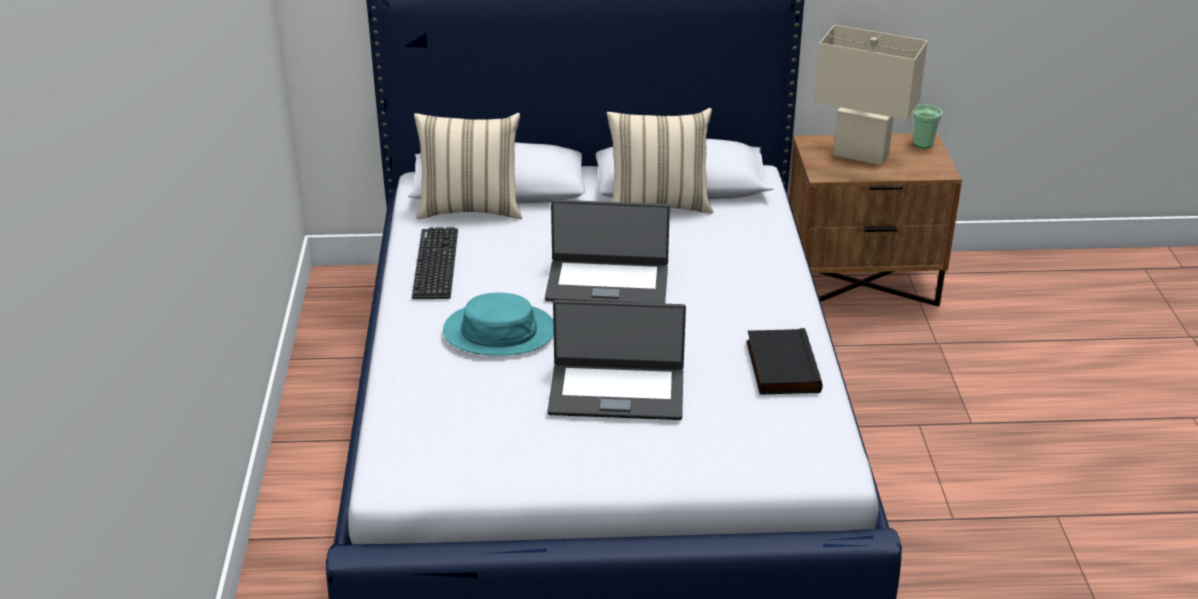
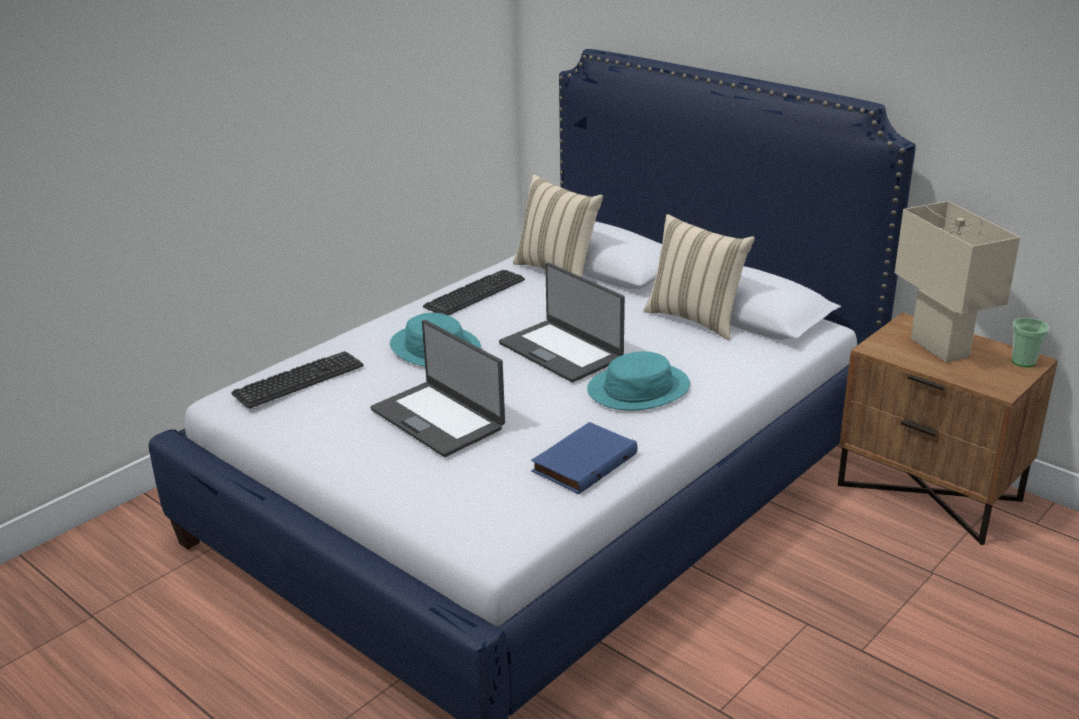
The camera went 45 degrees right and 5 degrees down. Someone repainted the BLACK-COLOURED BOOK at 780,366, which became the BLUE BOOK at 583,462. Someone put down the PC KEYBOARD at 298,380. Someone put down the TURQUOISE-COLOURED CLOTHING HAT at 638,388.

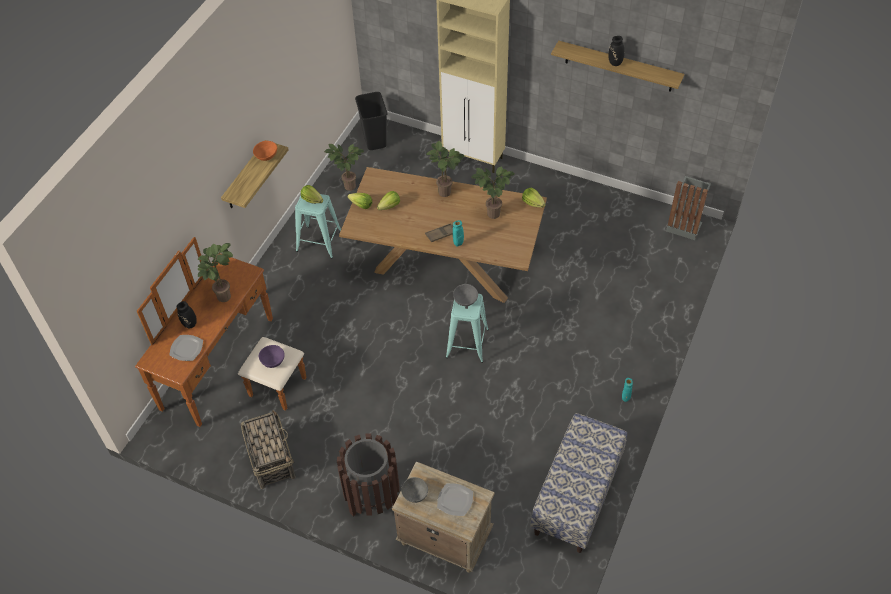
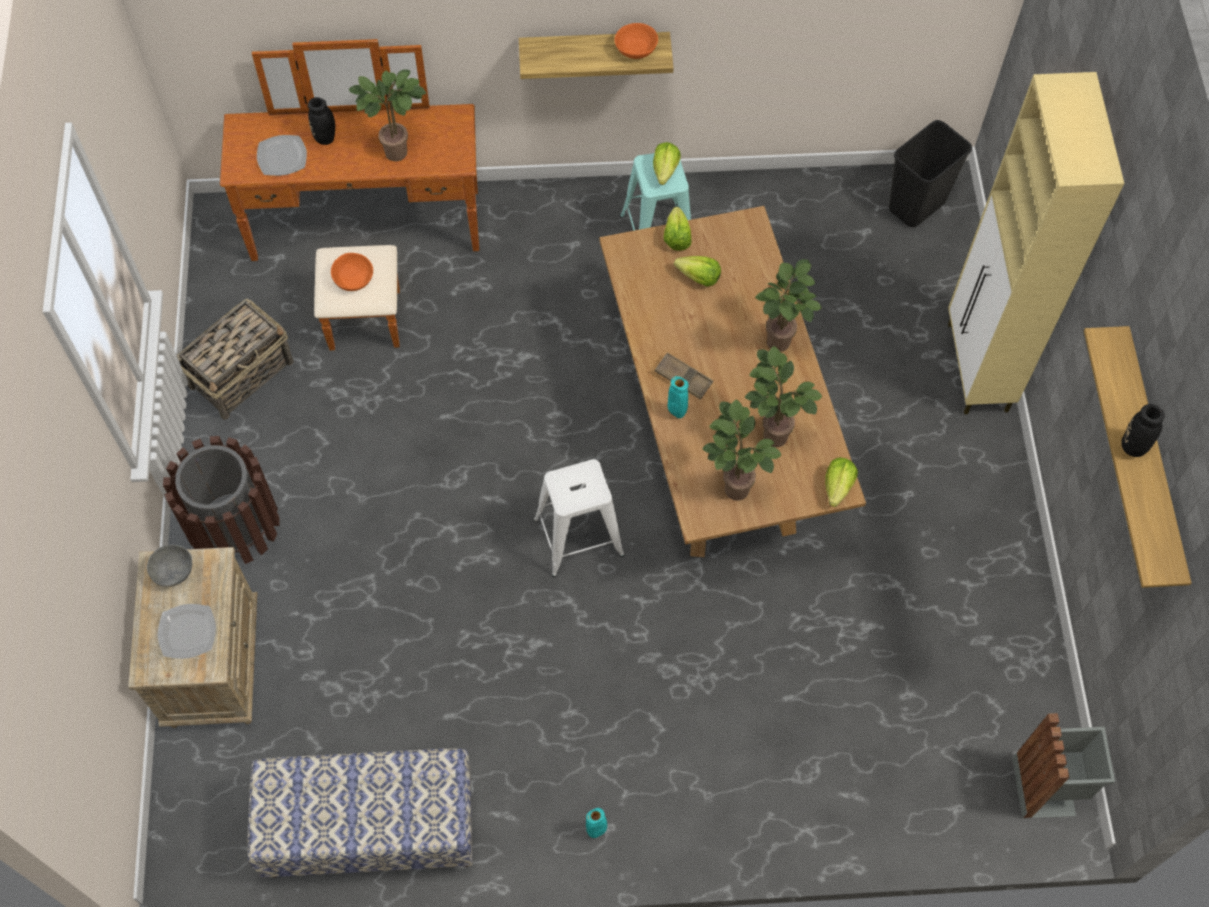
The camera went 60 degrees right and 10 degrees up. Someone repainted the PURPLE DEEP DISH at 272,361, which became the ORANGE DEEP DISH at 353,279. Someone carried the POTTED PLANT from 348,187 to 732,488. Someone repainted the TURQUOISE-COLOURED STOOL at 467,343, which became the WHITISH STOOL at 578,537. Someone took away the GREY DEEP DISH at 465,300.

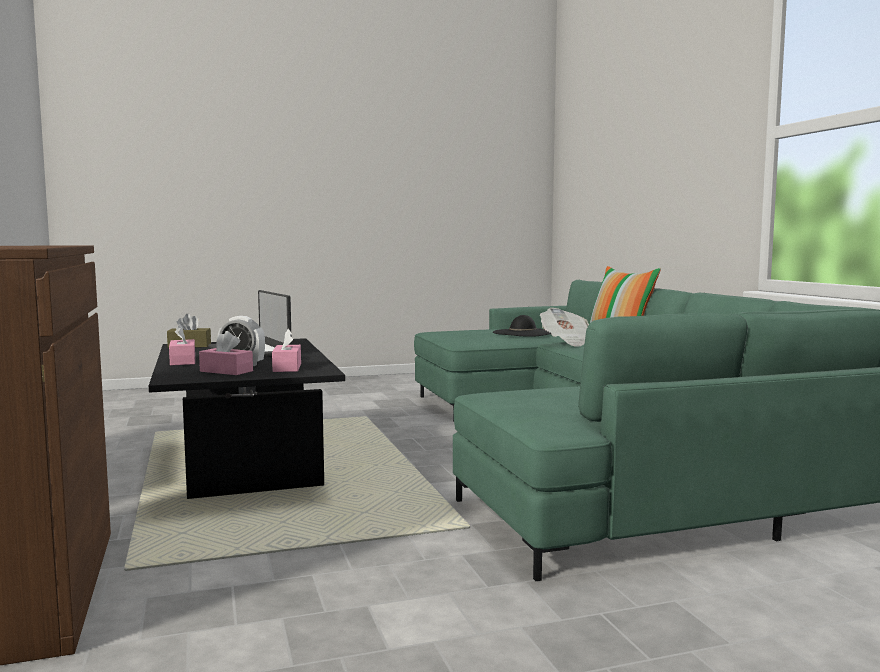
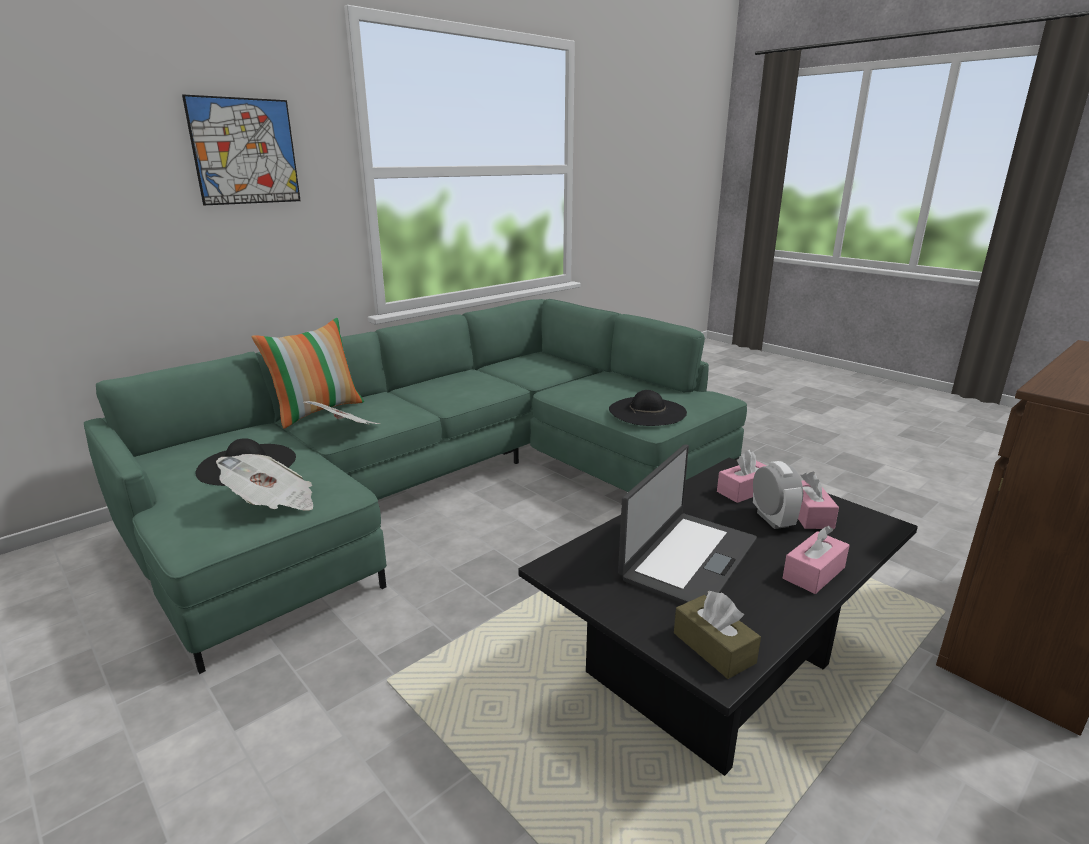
The camera went 115 degrees left and 15 degrees up. Someone put up the PICTURE at 245,151. Someone put down the DAILY PAPER at 273,503. Someone put down the BLACK-COLOURED CLOTHING HAT at 647,411.

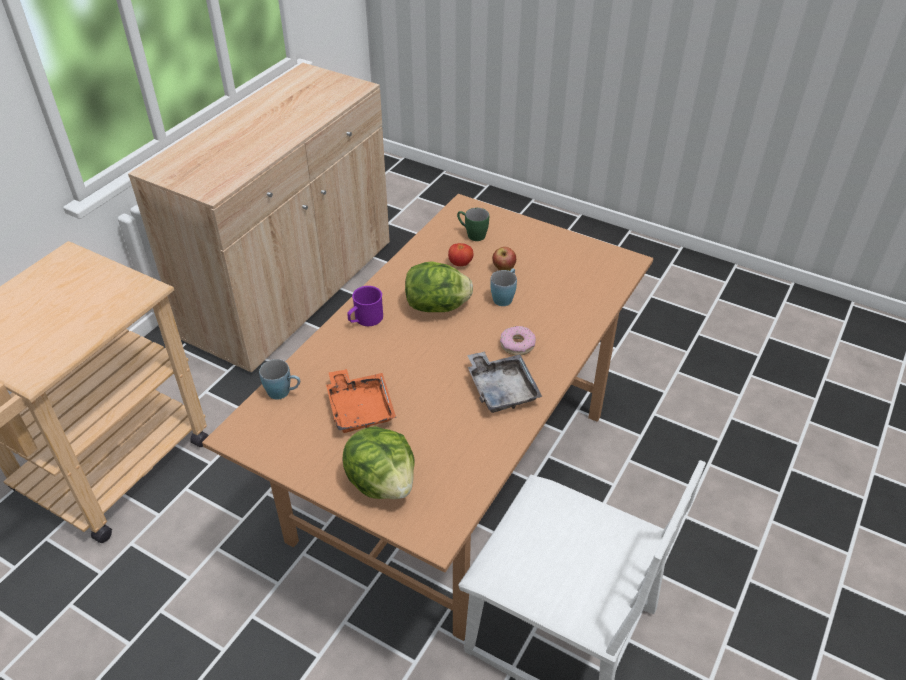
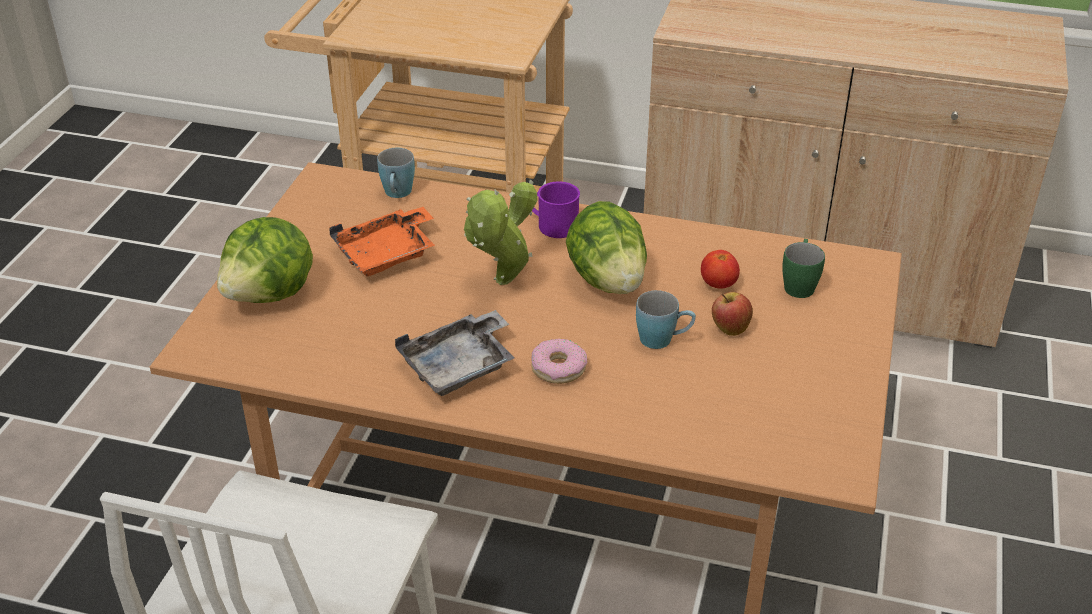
The camera went 75 degrees right and 5 degrees down. Someone put down the POTTED PLANT at 501,284.

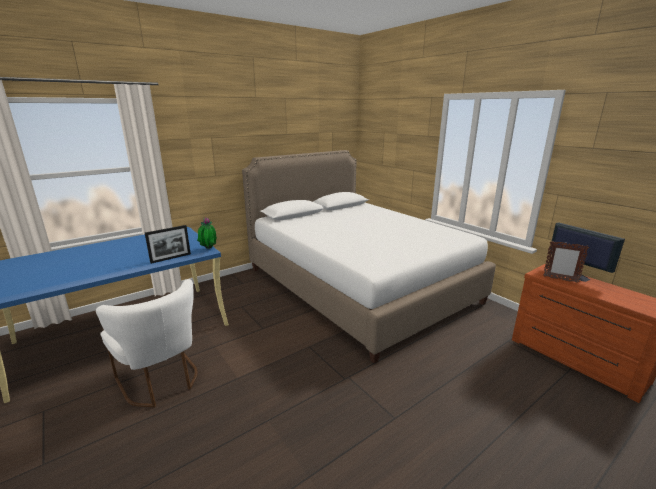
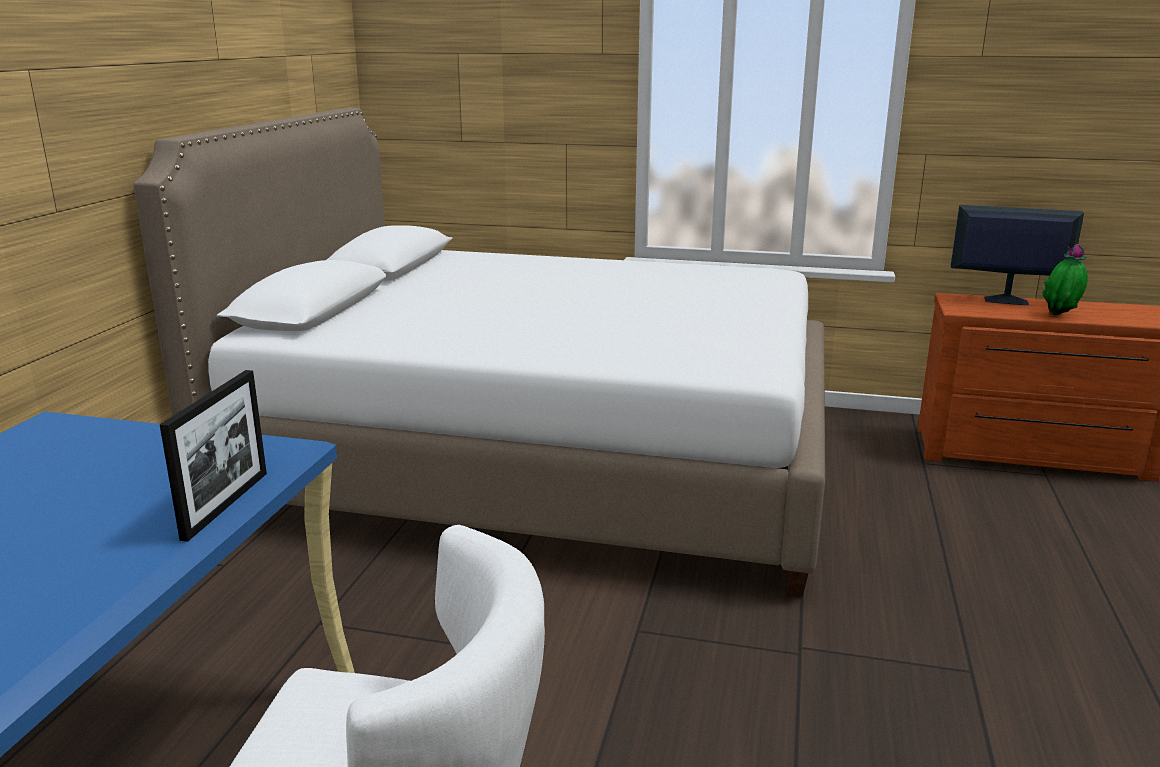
The camera went 40 degrees left and 0 degrees up. Someone carried the POTTED PLANT from 208,249 to 1060,315. Someone took away the PHOTO FRAME at 560,279.

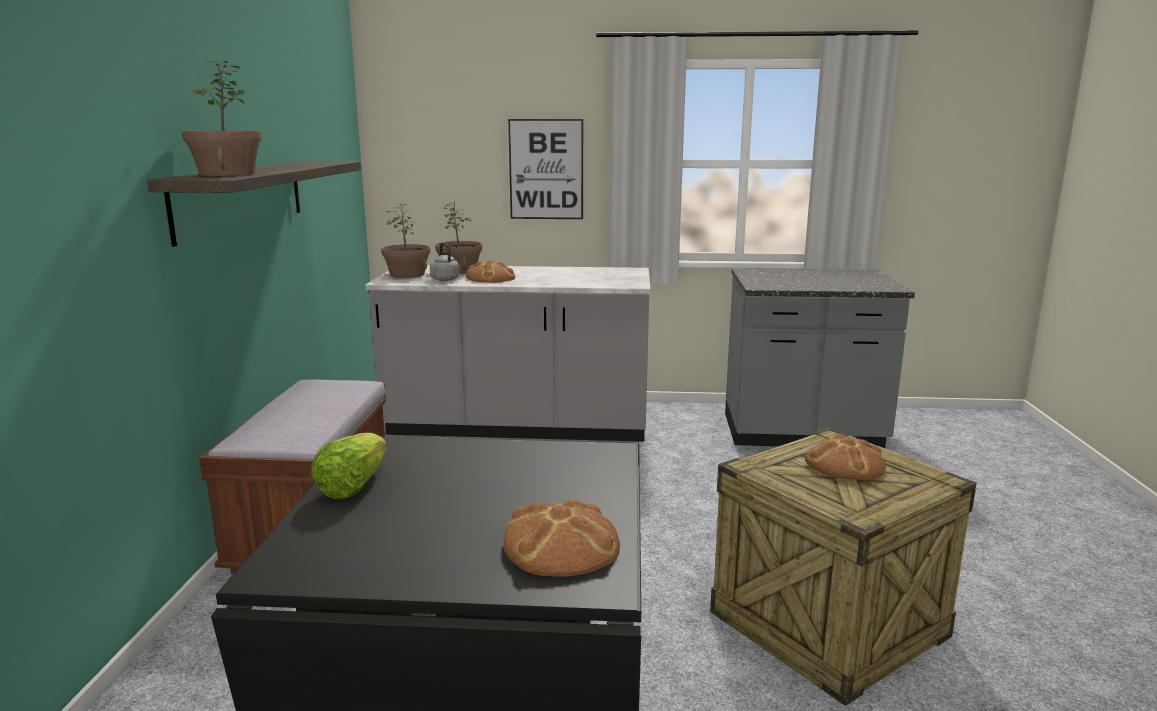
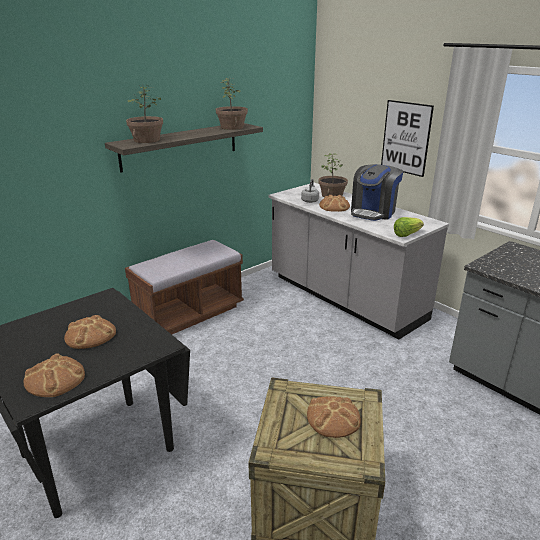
The camera went 45 degrees right and 10 degrees up. Someone carried the LETTUCE HEAD from 352,486 to 406,234. Someone carried the POTTED PLANT from 407,274 to 232,127. Someone put down the BAKED BREAD at 90,335. Someone put down the COFFEE MACHINE at 373,212.

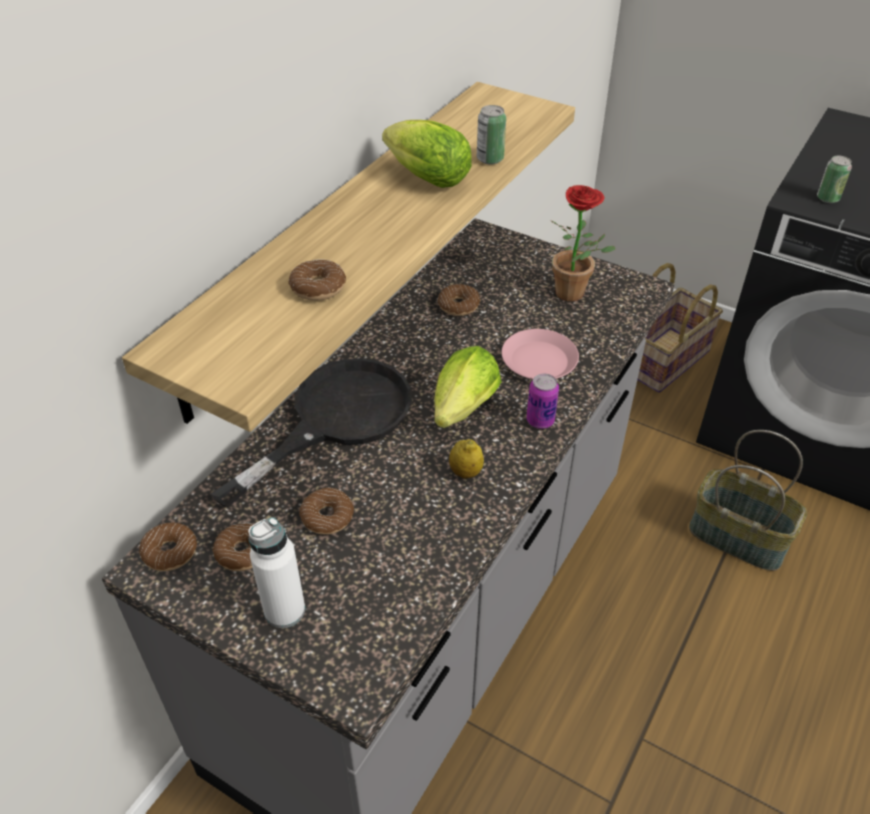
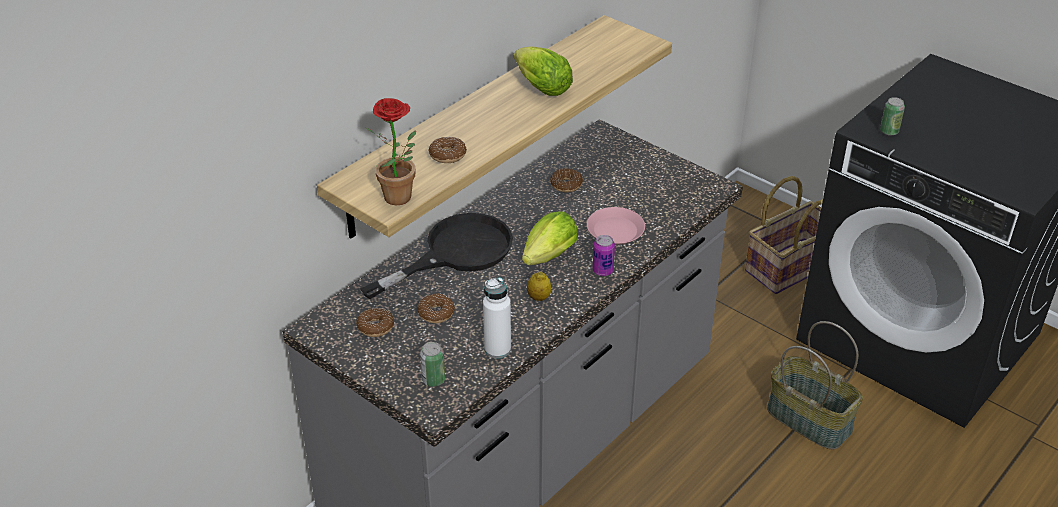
The camera went 10 degrees right and 5 degrees down. Someone took away the RING DOUGHNUT at 170,552. Someone carried the WHITISH BOTTLE from 284,610 to 497,349. Someone carried the METAL CAN from 490,159 to 433,380. Someone carried the POTTED PLANT from 575,295 to 402,200.

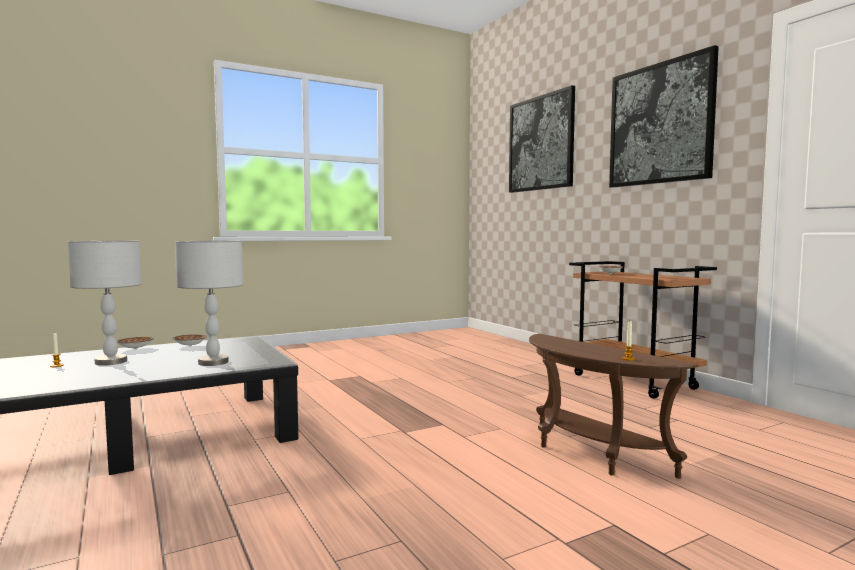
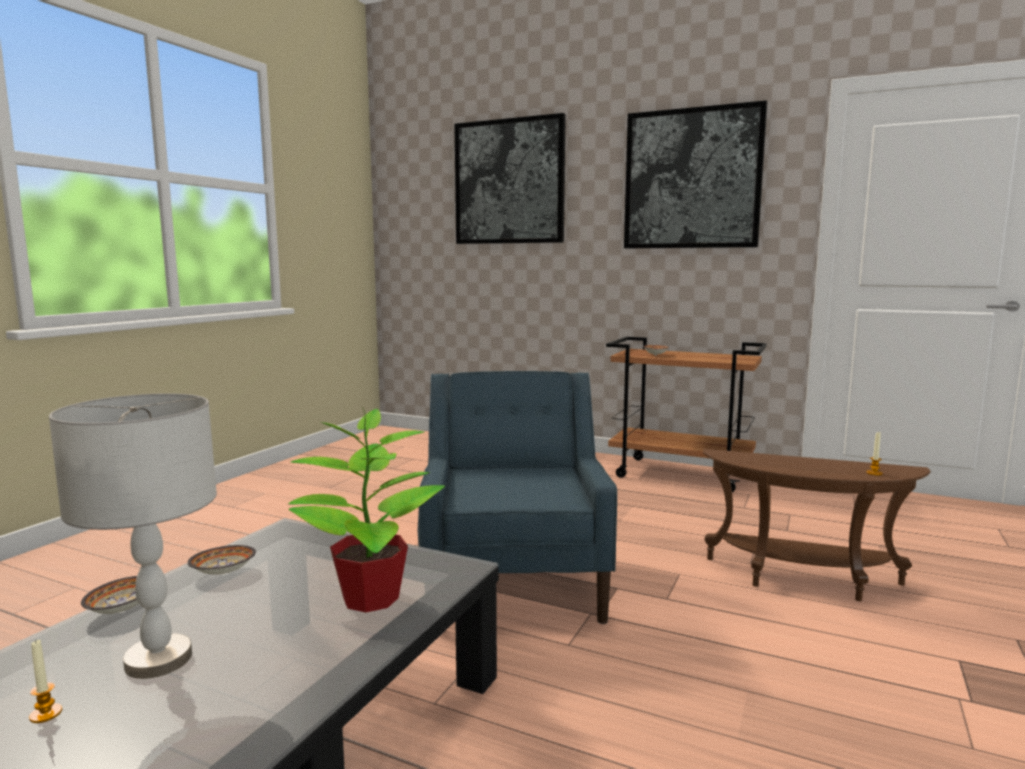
The camera went 35 degrees left and 5 degrees up. Someone swapped the GREY TABLE LAMP at 214,362 for the POTTED PLANT at 369,599. Someone put down the BLUE ARMCHAIR at 514,580.

